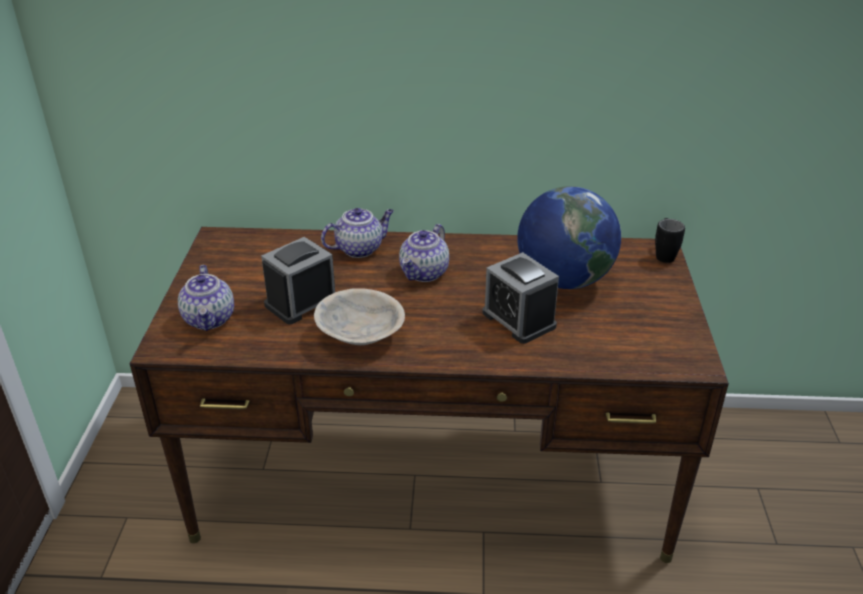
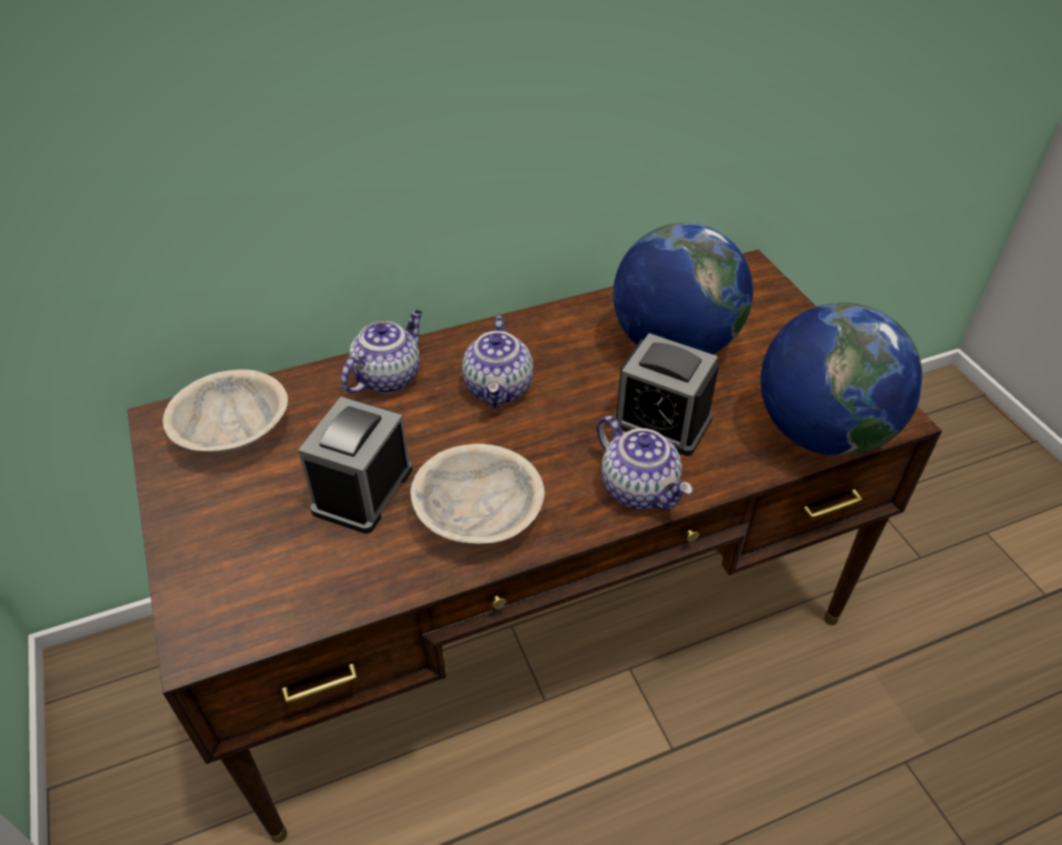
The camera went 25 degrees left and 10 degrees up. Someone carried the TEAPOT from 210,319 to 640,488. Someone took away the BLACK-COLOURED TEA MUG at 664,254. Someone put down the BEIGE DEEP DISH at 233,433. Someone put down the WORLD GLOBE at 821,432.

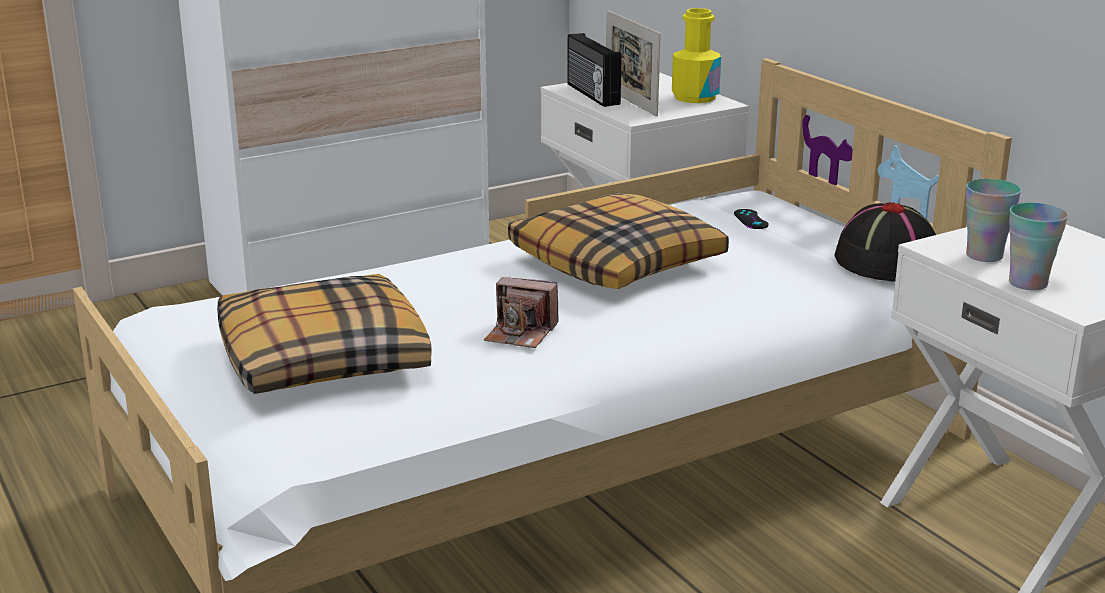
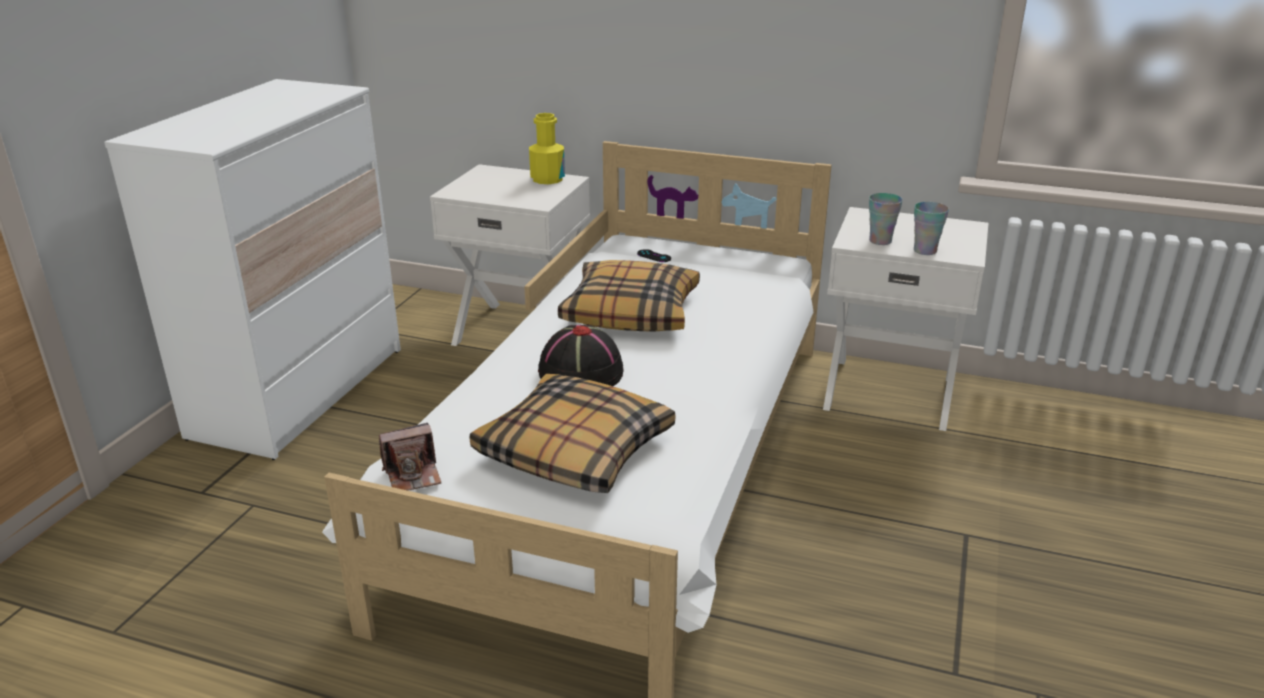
The camera went 40 degrees left and 5 degrees up. Someone carried the PHOTO CAMERA from 521,333 to 413,475. Someone took away the RADIO at 591,94. Someone took away the PHOTO FRAME at 630,102. Someone carried the BLACK-COLOURED CLOTHING HAT from 885,261 to 580,372.

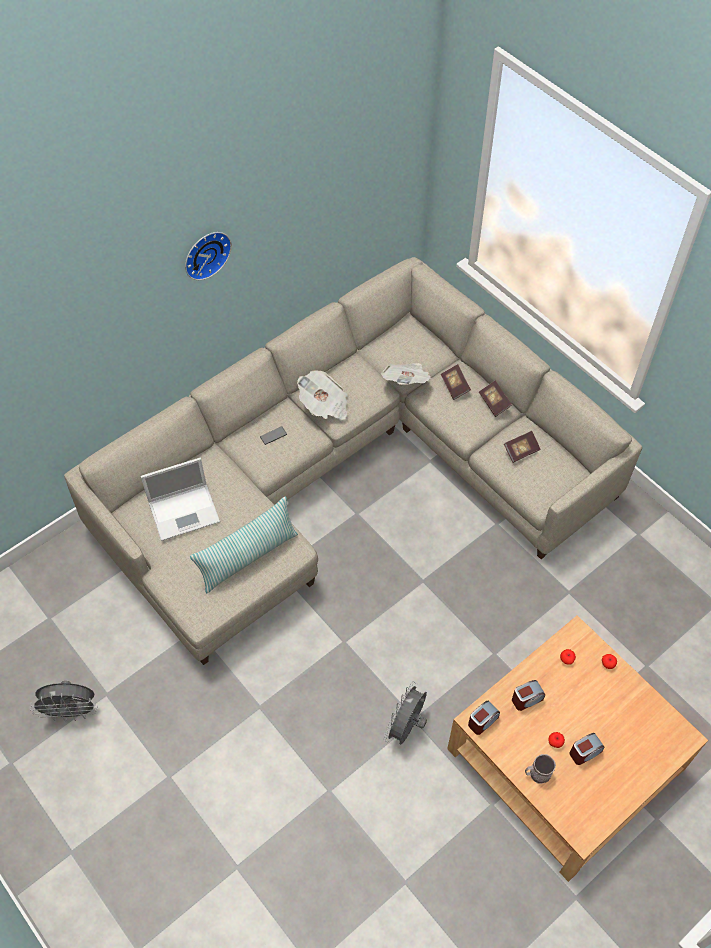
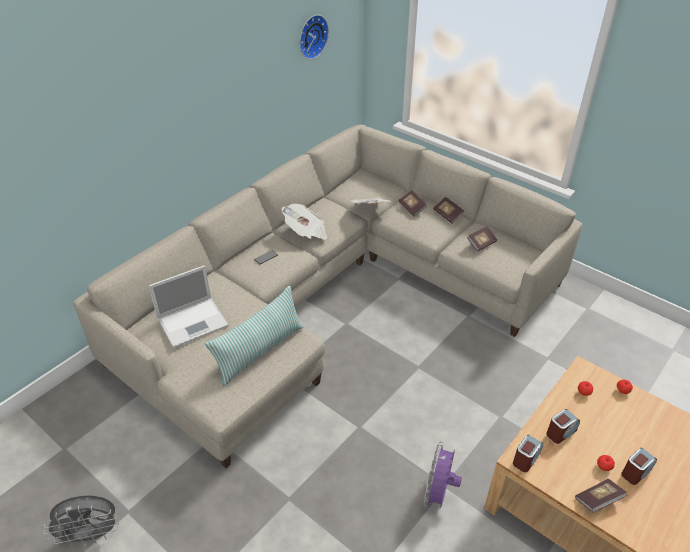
The camera went 10 degrees left and 15 degrees down. Someone carried the CLOCK ON THE WALL from 205,253 to 311,36. Someone repainted the GREY ELECTRIC FAN at 406,727, which became the PURPLE ELECTRIC FAN at 438,494. Someone swapped the GREY TEA MUG at 537,774 for the BOOK at 598,500.

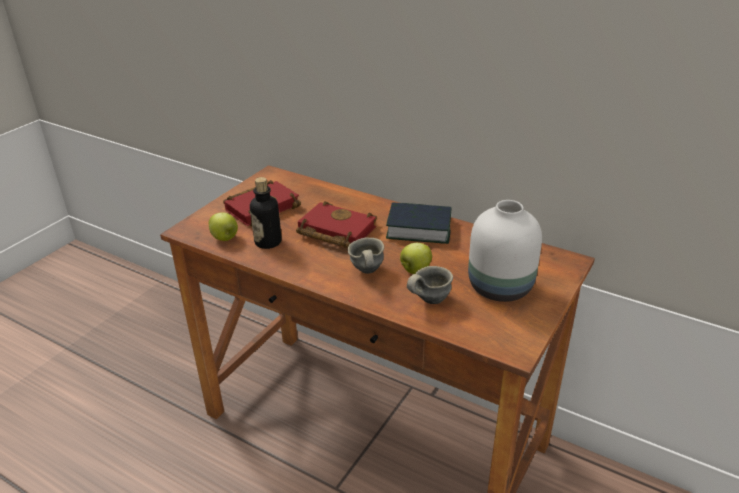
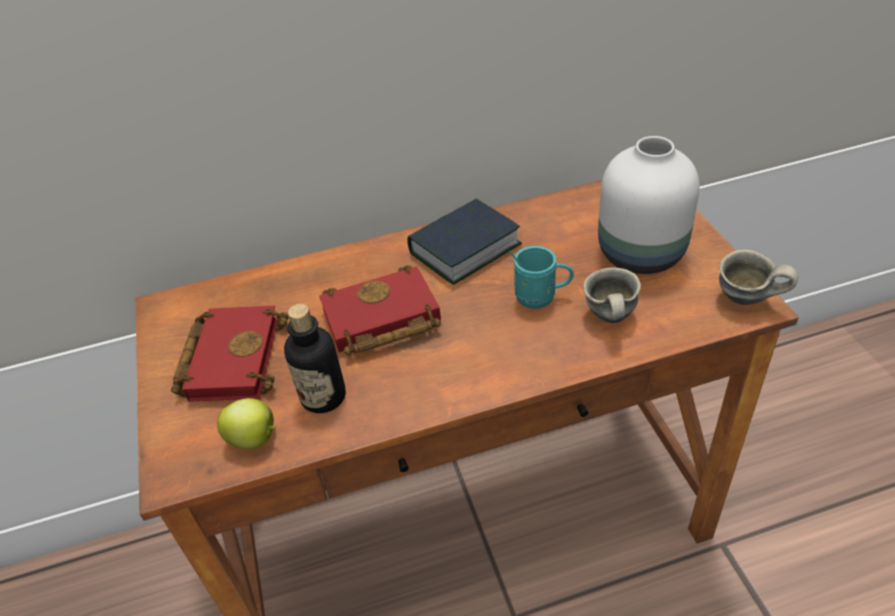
The camera went 45 degrees left and 10 degrees up. Someone carried the GREY TEA MUG from 365,272 to 745,302. Someone swapped the APPLE at 415,270 for the TURQUOISE-COLOURED TEA MUG at 541,298.

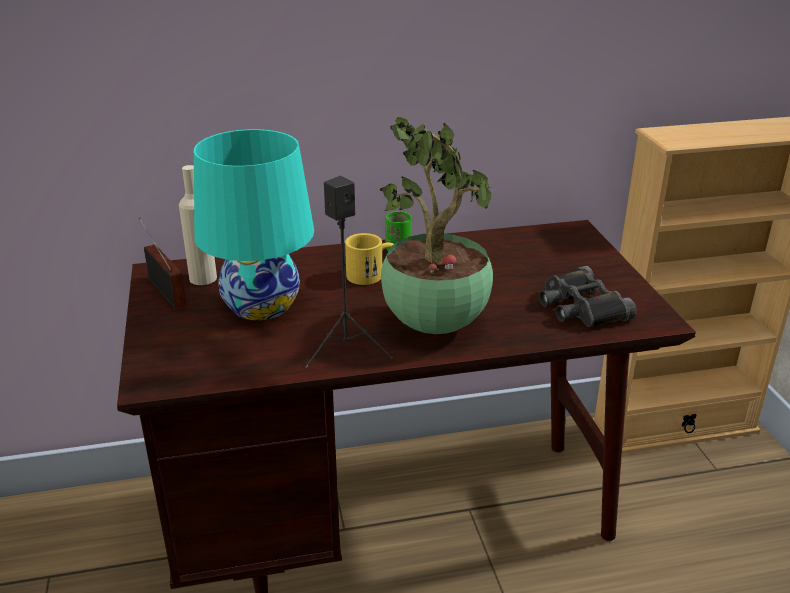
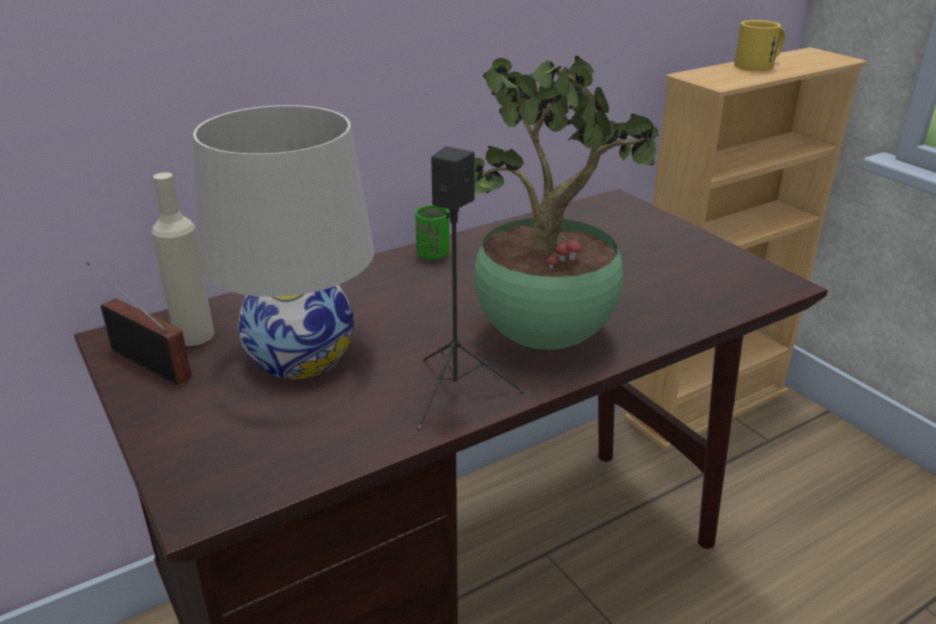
The camera went 20 degrees left and 0 degrees up. Someone repainted the TURQUOISE-COLOURED TABLE LAMP at 261,304, which became the WHITISH TABLE LAMP at 300,355. Someone carried the YELLOW-COLOURED TEA MUG from 372,275 to 759,65. Someone took away the BLACK-COLOURED FIELD GLASSES at 580,307.

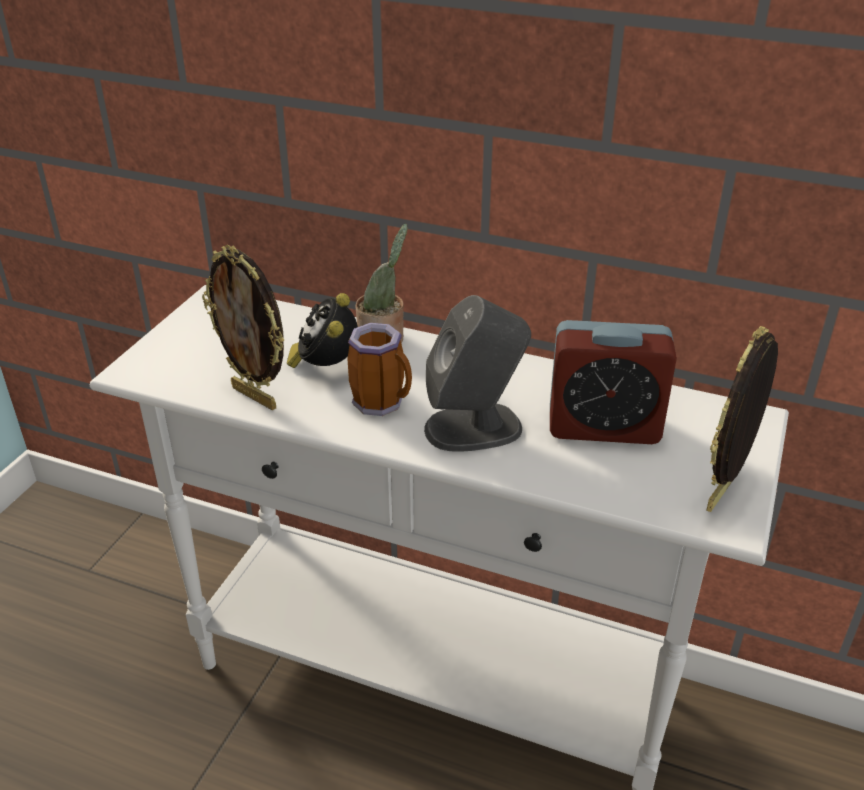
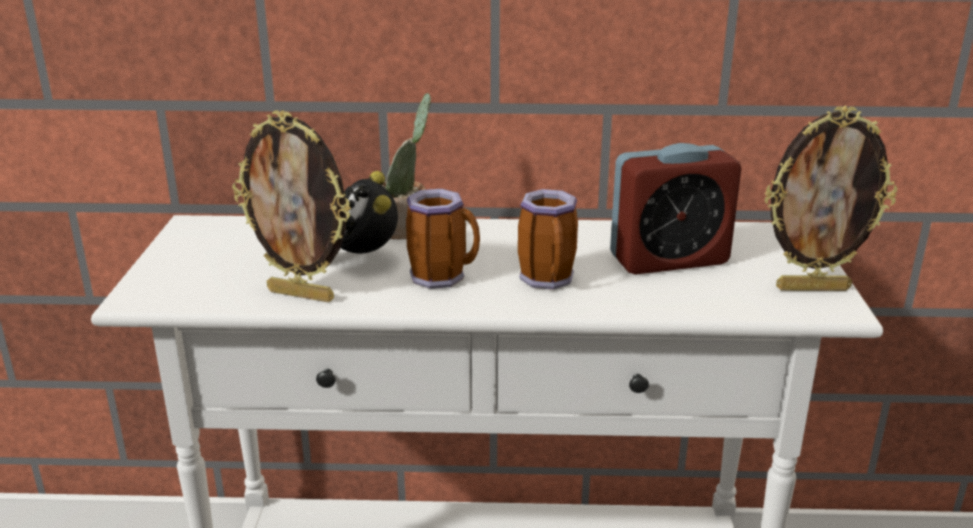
The camera went 20 degrees left and 10 degrees down. Someone swapped the GREY SPEAKER at 474,428 for the TEA MUG at 550,280. Someone rotated the PHOTO FRAME at 724,494 by 105 degrees counterclockwise.

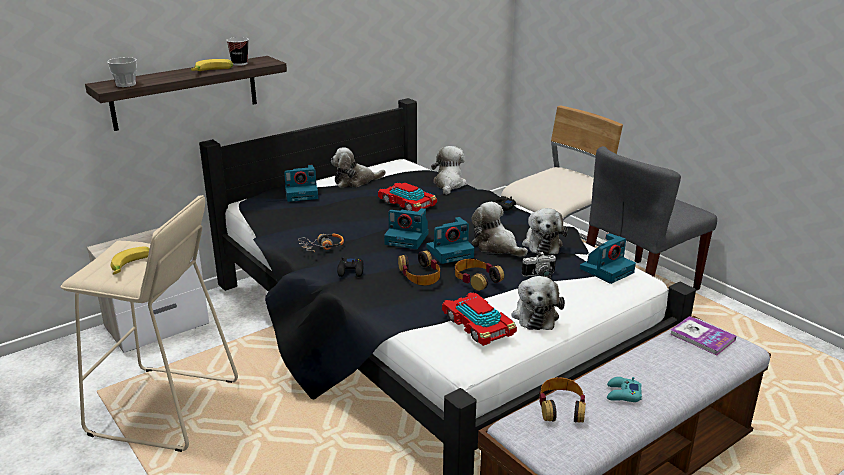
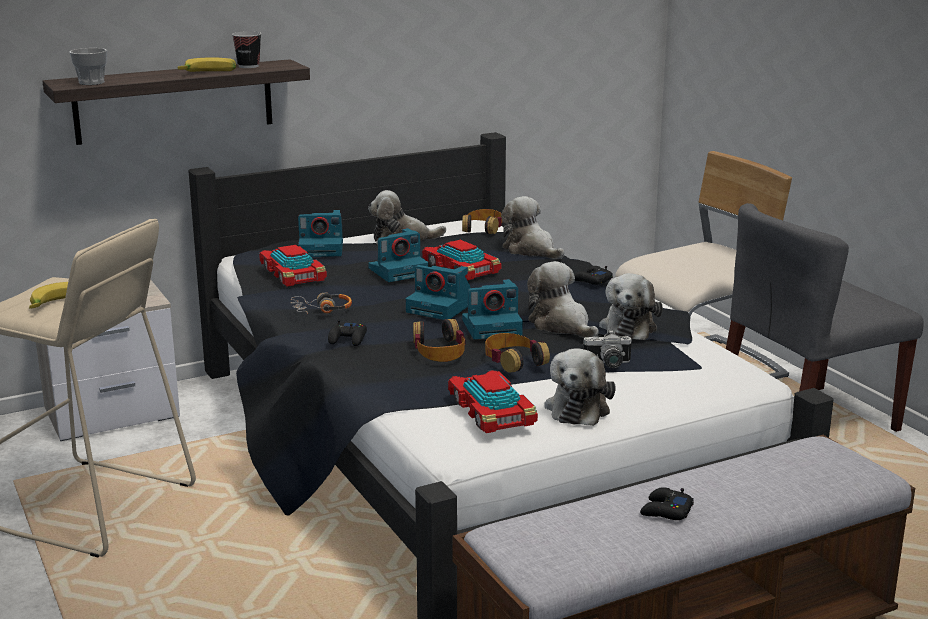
The camera went 10 degrees right and 5 degrees down. Someone rotated the PLUSH TOY at 449,184 by 60 degrees counterclockwise. Someone carried the PAIR OF HEADPHONES from 561,407 to 482,228. Someone carried the PHOTO CAMERA from 607,270 to 399,271. Someone repainted the TURQUOISE-COLOURED GAMEPAD at 623,394, which became the BLACK-COLOURED GAMEPAD at 665,511. Someone took away the BOOK at 702,337. Someone put down the TOY CAR at 293,273.

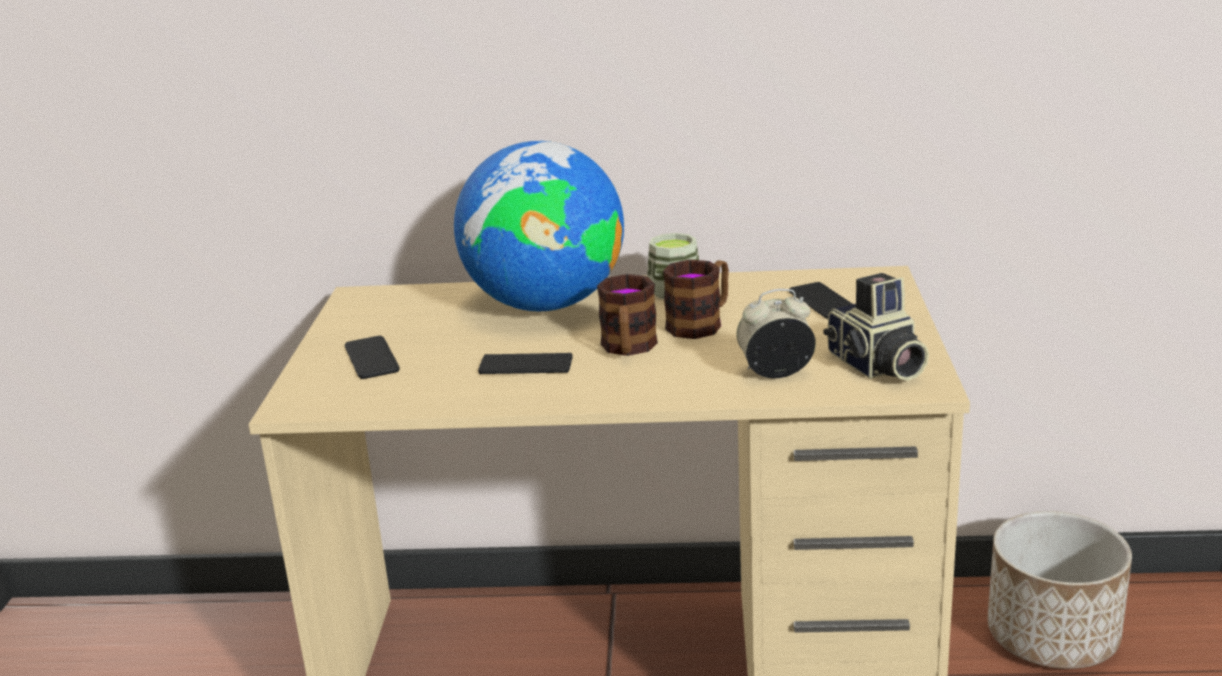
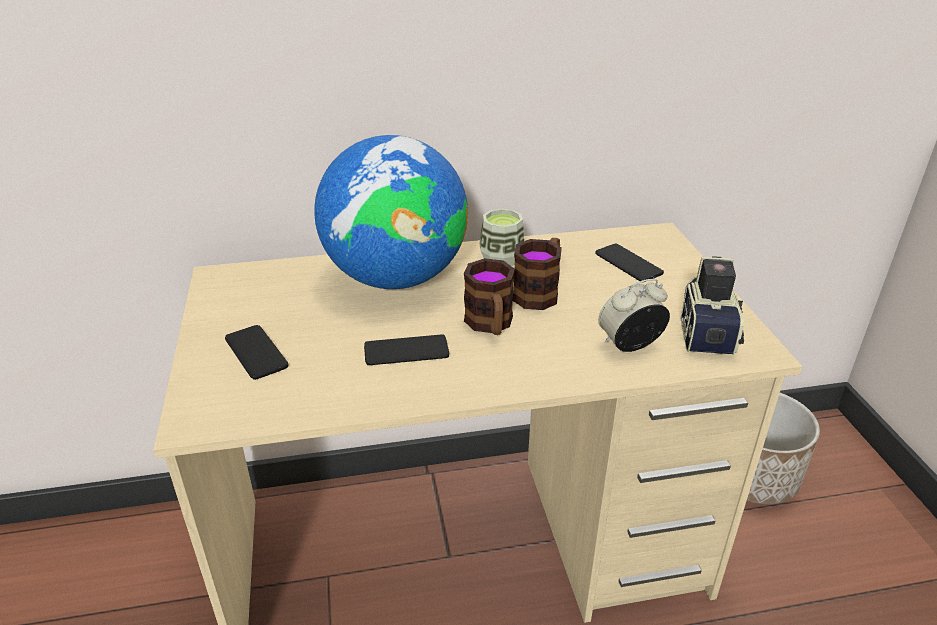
The camera went 15 degrees left and 10 degrees up. Someone rotated the PHOTO CAMERA at 875,366 by 135 degrees counterclockwise.

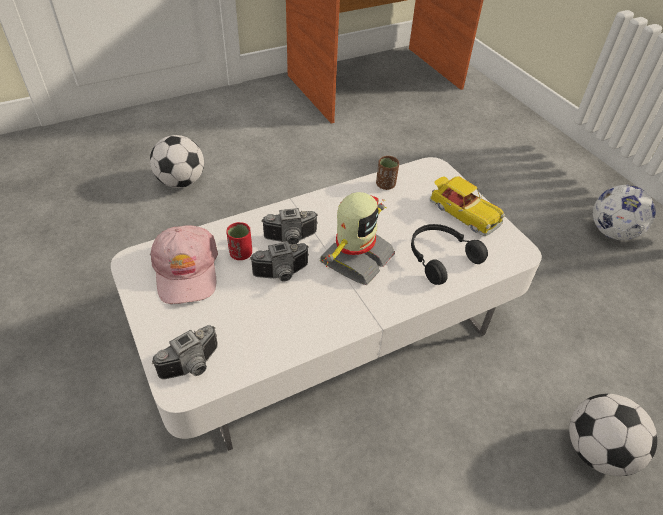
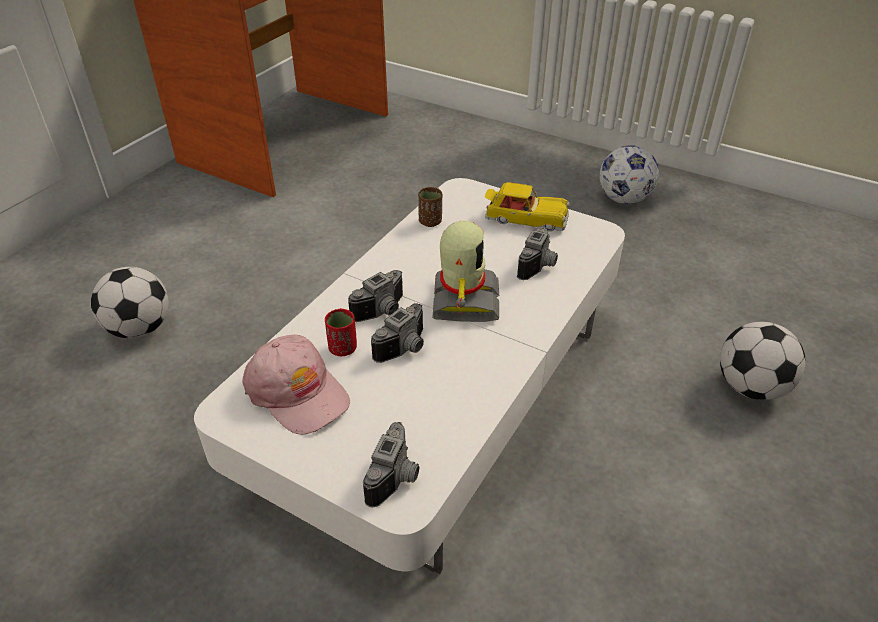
The camera went 30 degrees left and 5 degrees down. Someone swapped the BLACK-COLOURED PAIR OF HEADPHONES at 440,257 for the PHOTO CAMERA at 539,266.

